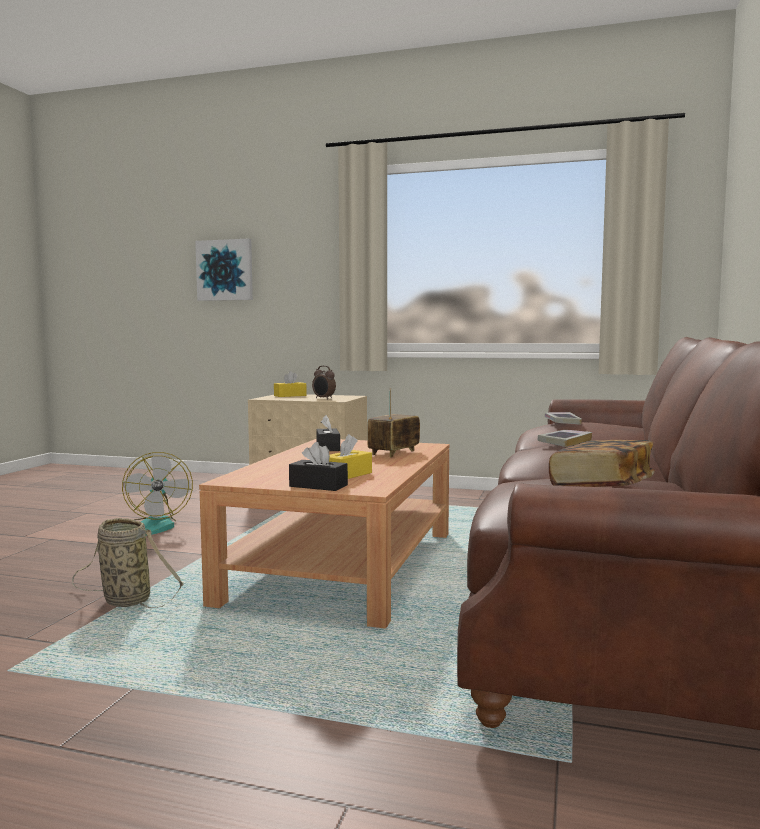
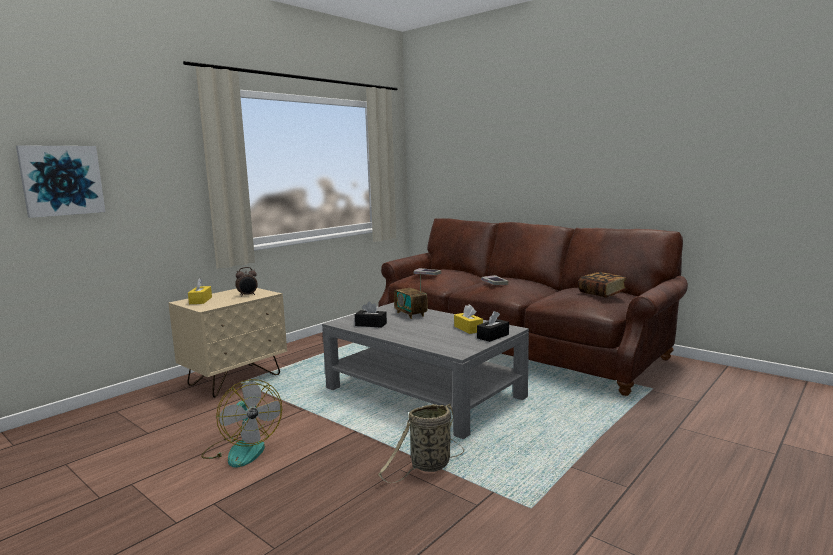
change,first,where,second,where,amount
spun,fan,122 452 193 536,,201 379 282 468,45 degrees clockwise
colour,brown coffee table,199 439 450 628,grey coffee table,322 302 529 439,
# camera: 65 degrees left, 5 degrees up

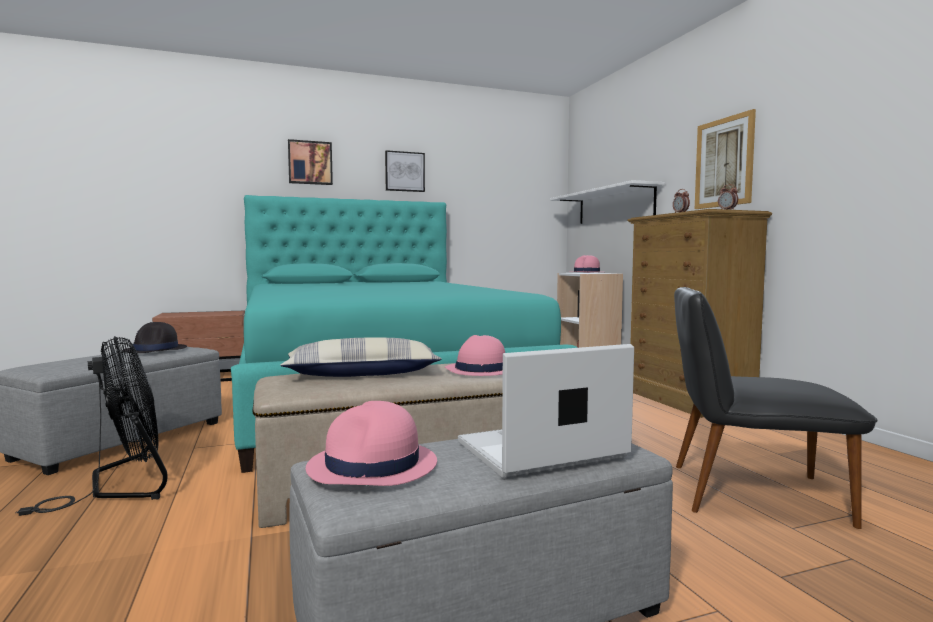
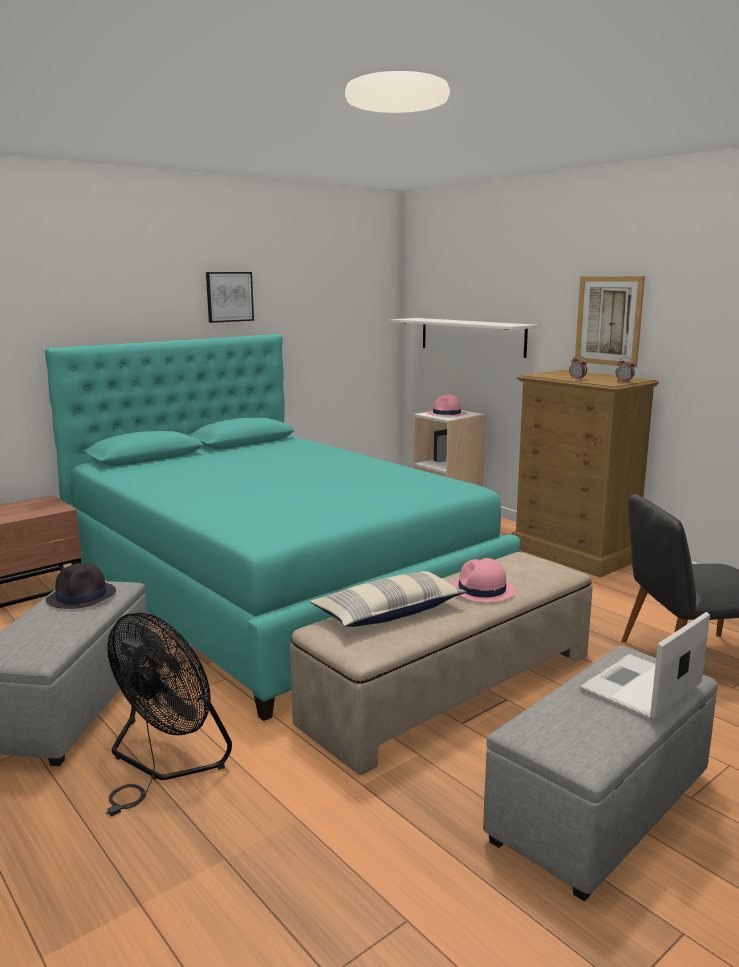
change,first,where,second,where,amount
missing,picture,288 139 333 185,,,
missing,pink hat,306 401 437 486,,,
# camera: 20 degrees left, 10 degrees up

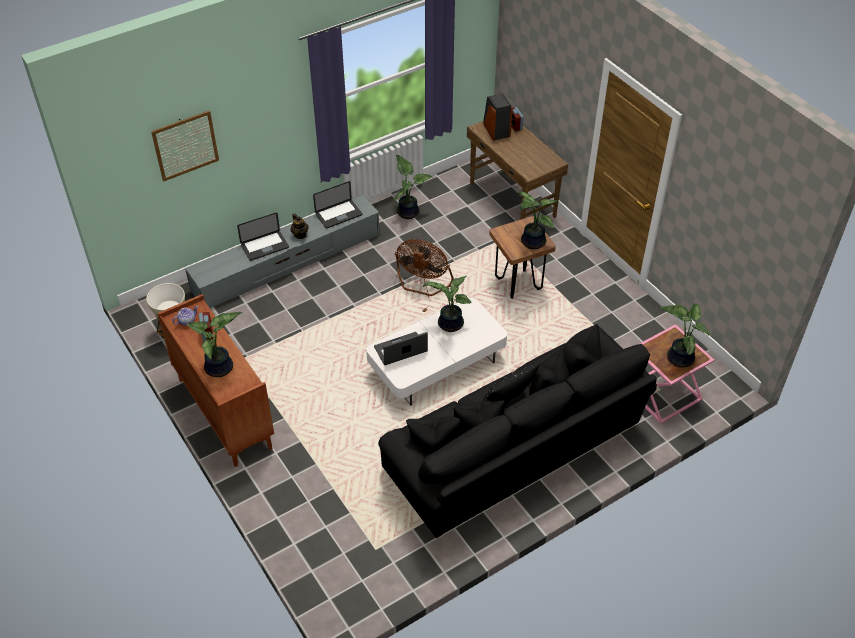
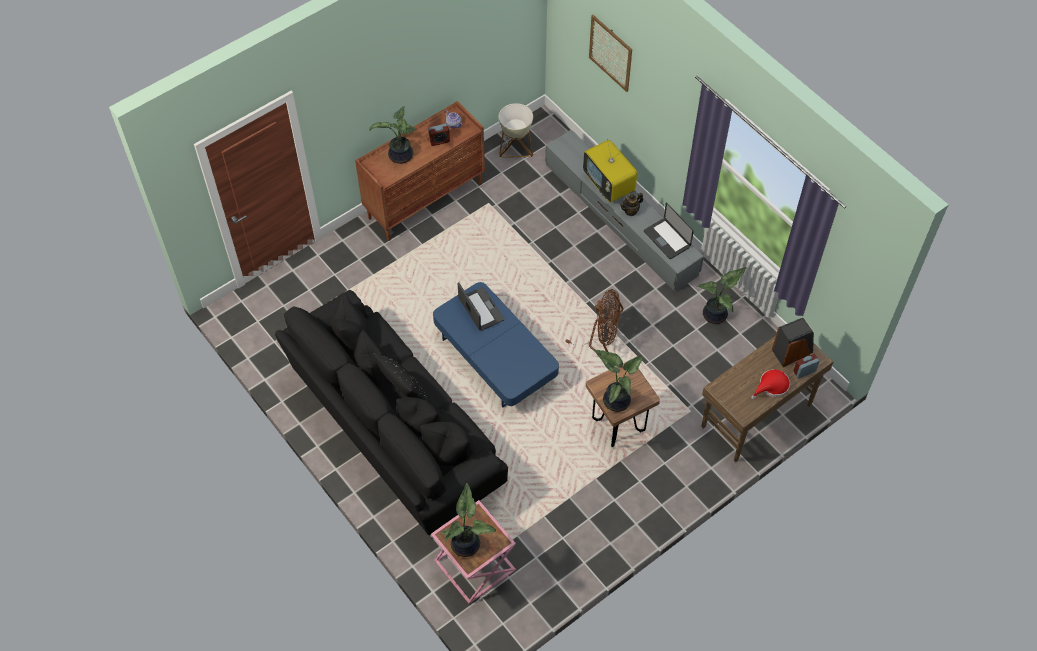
change,first,where,second,where,amount
colour,white coffee table,366 297 507 406,blue coffee table,433 282 559 408,
exchanged,laptop,237 212 289 261,television,583 139 637 202,
appeared,,,red hat,751 369 790 400,
missing,potted plant,423 276 472 332,,,
# camera: 85 degrees right, 10 degrees up

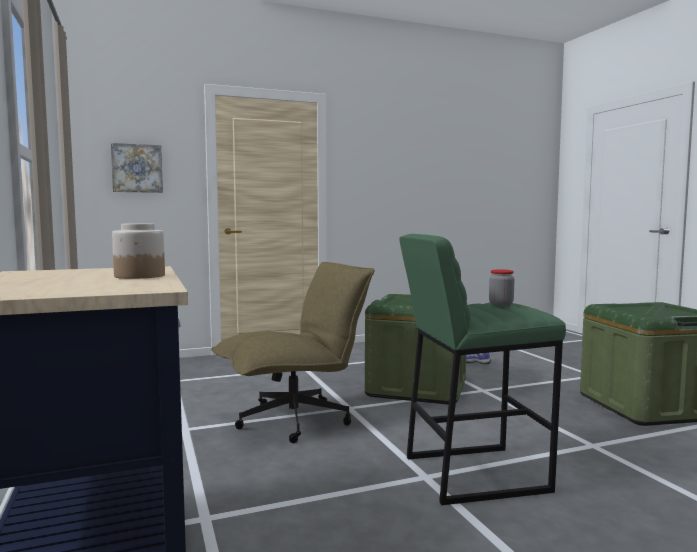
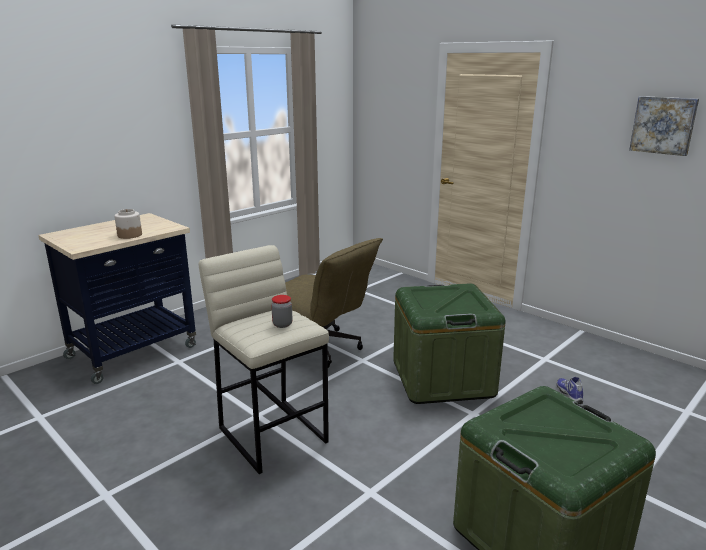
change,first,where,second,where,amount
colour,green stool,399 234 566 505,beige stool,199 245 329 474,
relocated,picture,111 143 163 193,,629 96 699 156,
# camera: 65 degrees right, 15 degrees up

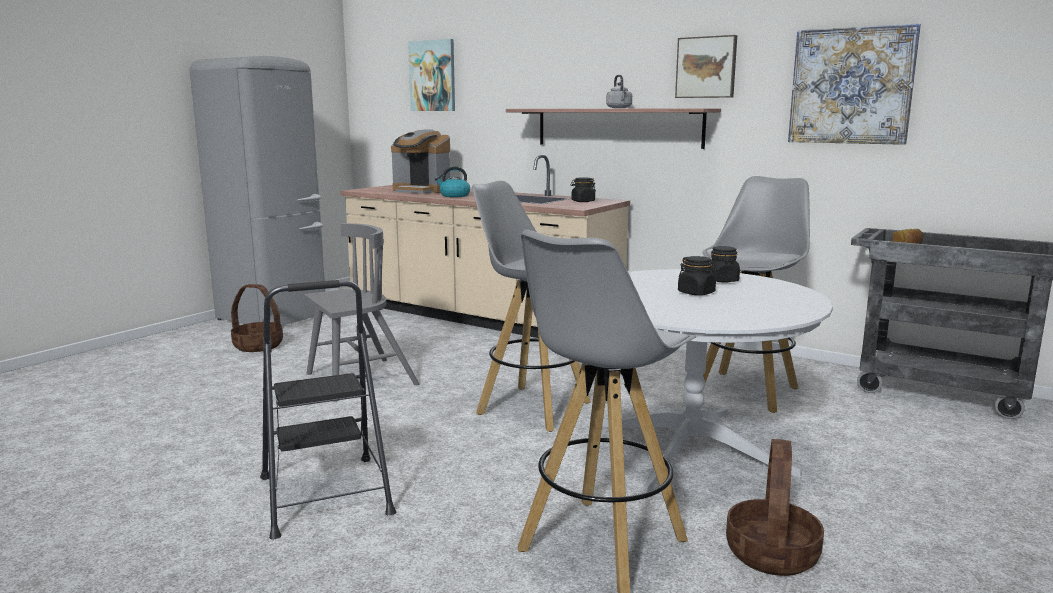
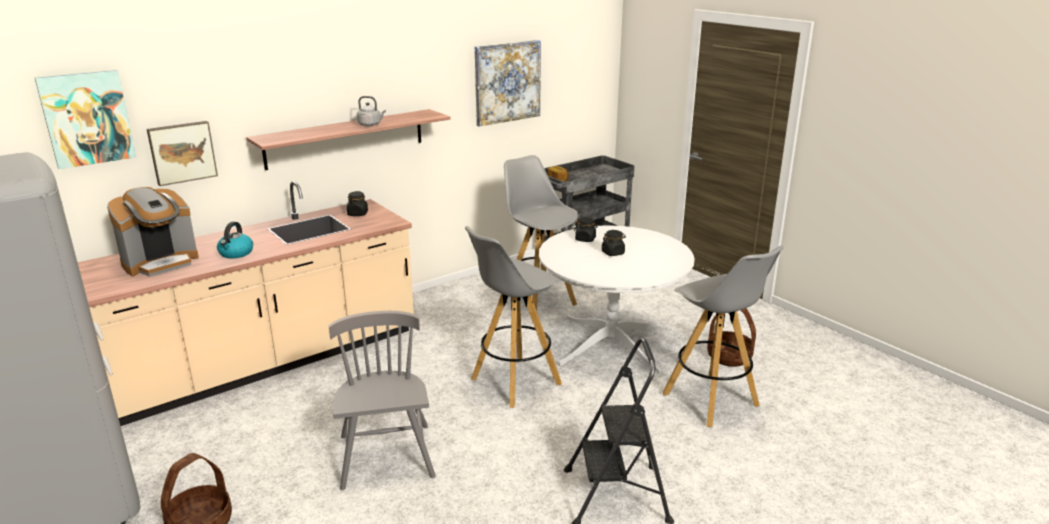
change,first,where,second,where,amount
relocated,picture,675 35 737 98,,147 121 218 186,
# camera: 70 degrees left, 10 degrees up

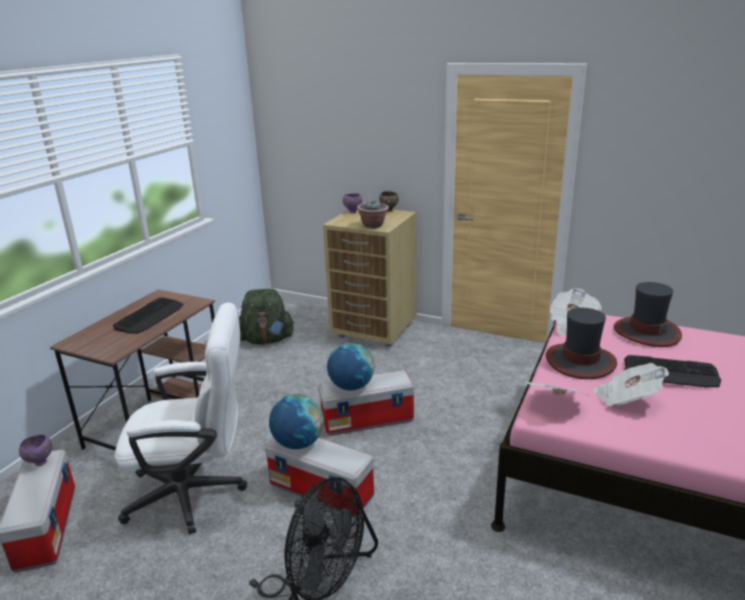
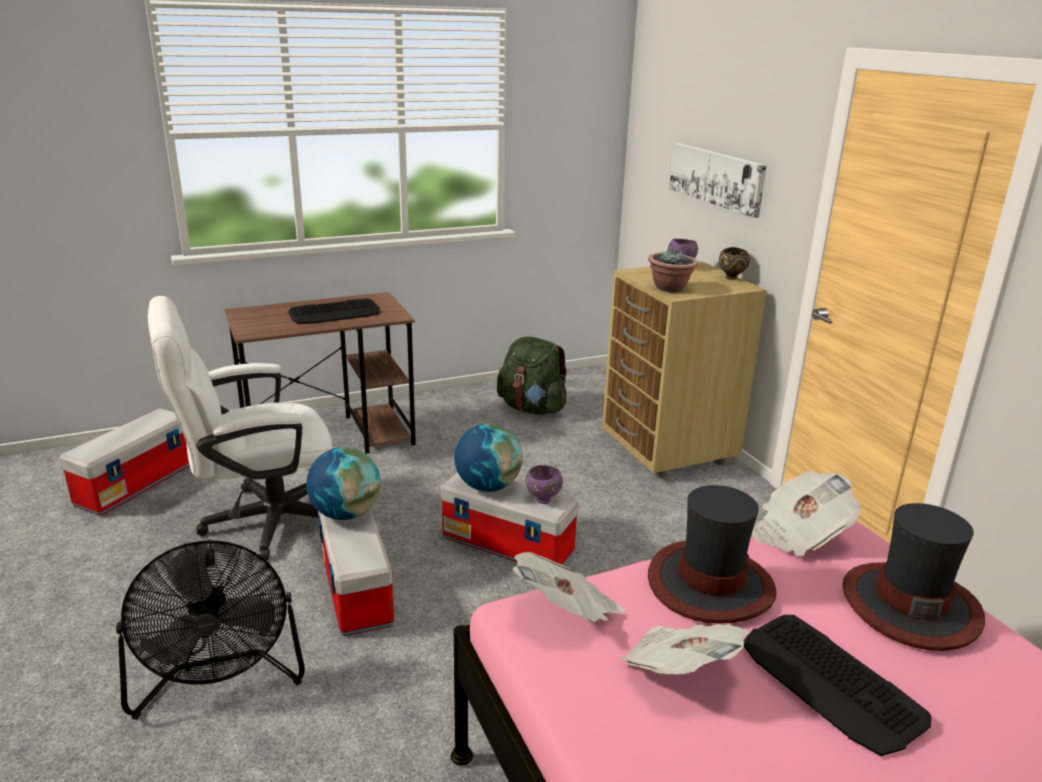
change,first,where,second,where,amount
spun,white office chair,115 302 247 534,,148 296 332 561,120 degrees clockwise
relocated,purple bowl,19 435 53 466,,526 465 563 504,
appeared,,,picture,669 143 767 218,
# camera: 40 degrees right, 0 degrees up

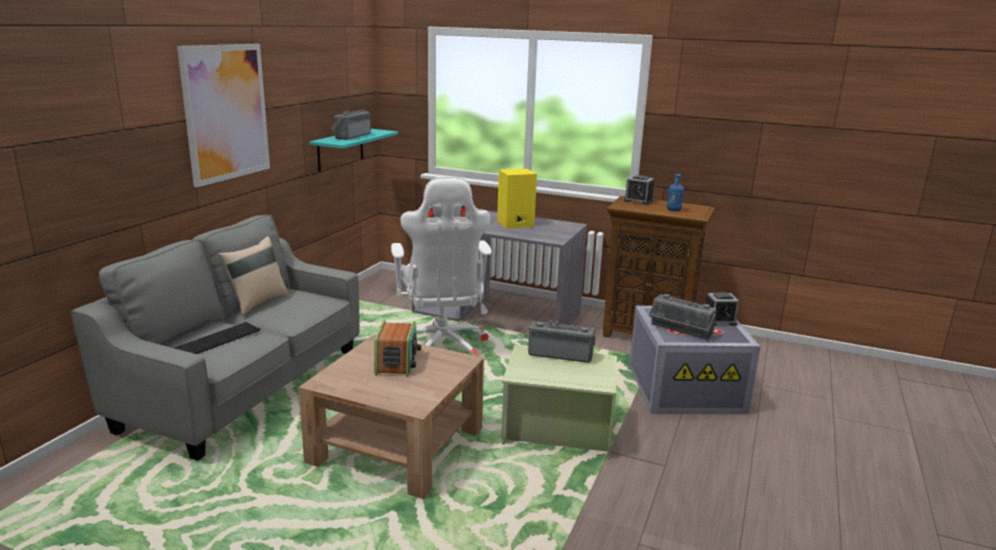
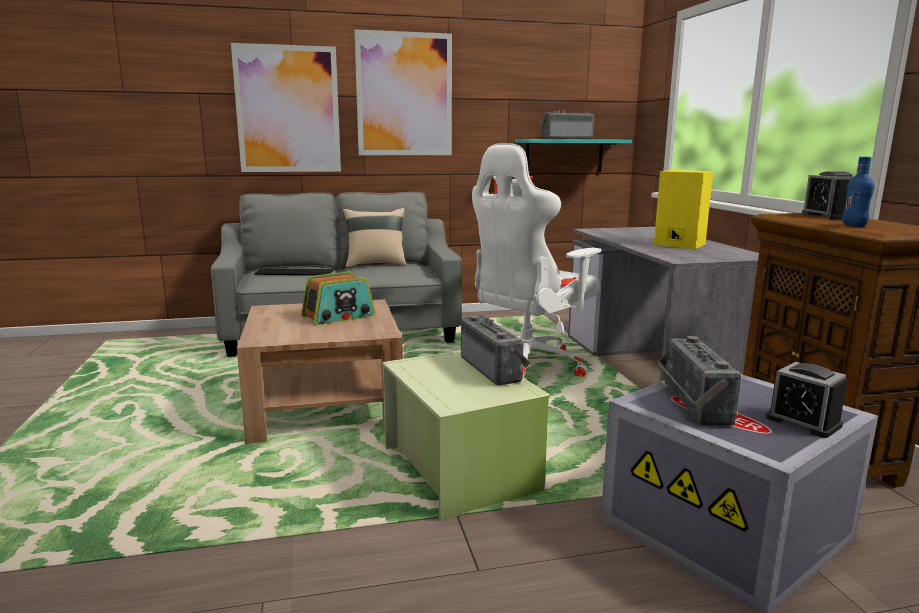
change,first,where,second,where,amount
appeared,,,picture,231 43 341 172,
# camera: 55 degrees right, 5 degrees down

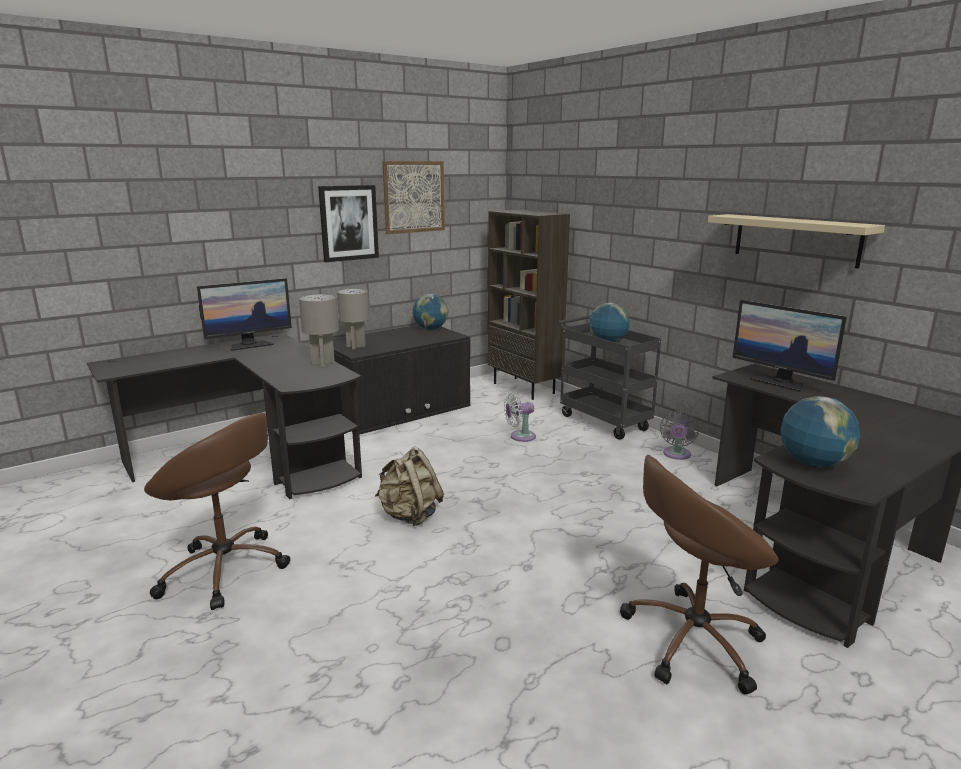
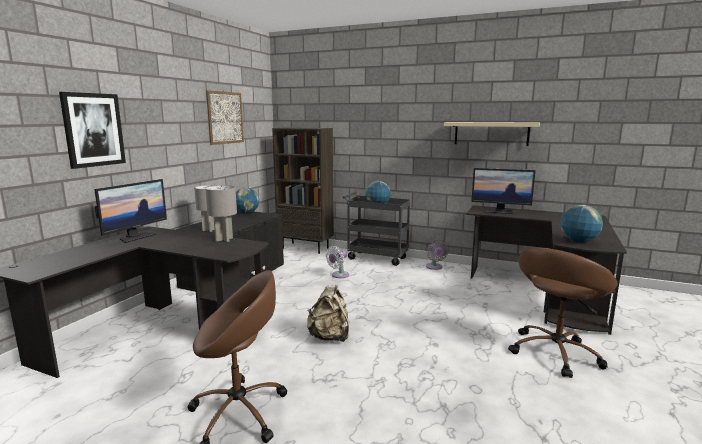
change,first,where,second,where,amount
relocated,picture,318 185 379 262,,59 92 126 169,
# camera: 30 degrees left, 5 degrees down

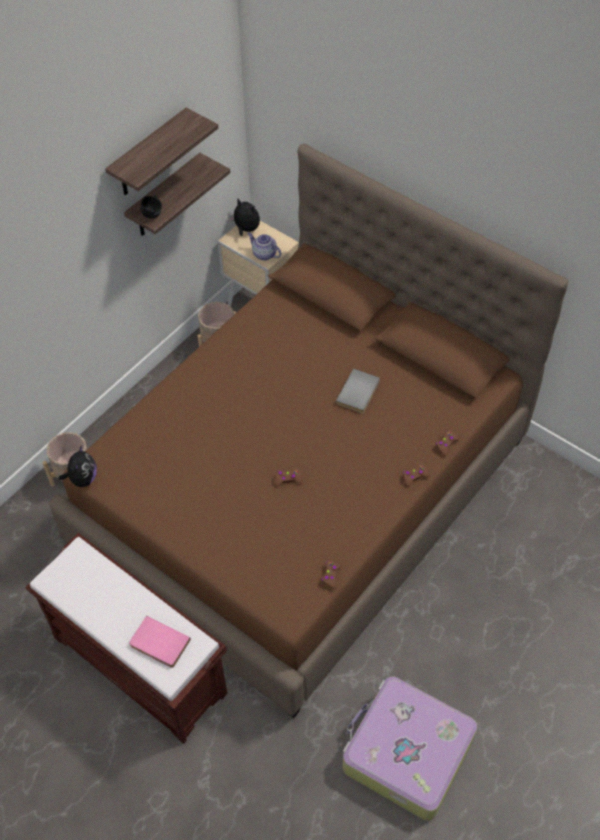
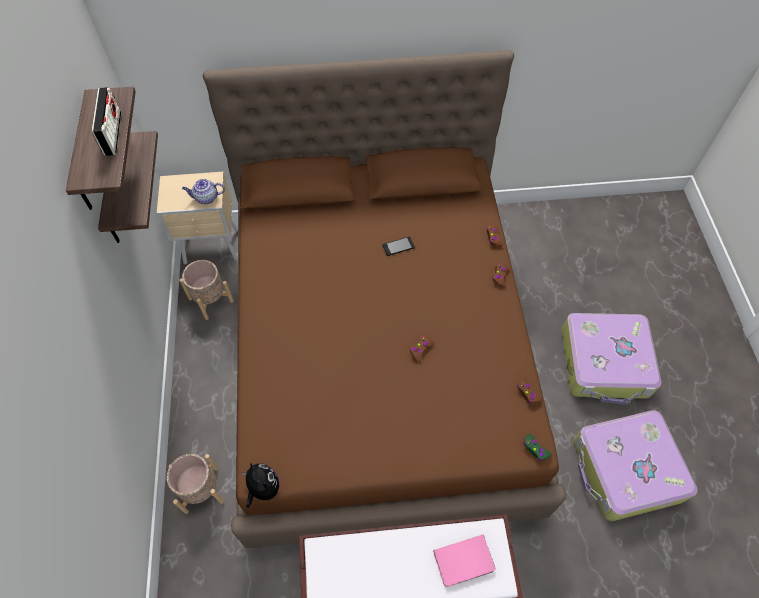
change,first,where,second,where,amount
appeared,,,radio,92 87 121 156,
exchanged,grey book,335 369 380 413,phone,383 237 415 256,
appeared,,,green game controller,524 434 552 460,
appeared,,,suitcase,562 313 661 405,
missing,black mug,140 195 162 219,,,
missing,plush toy,229 198 260 236,,,
# camera: 45 degrees left, 5 degrees up

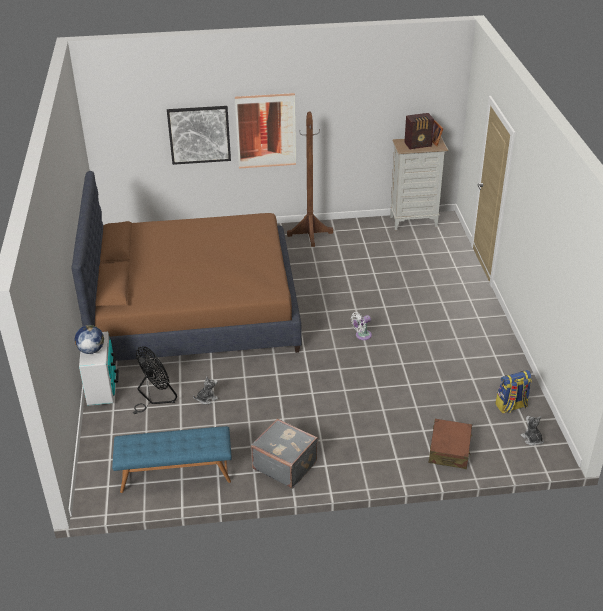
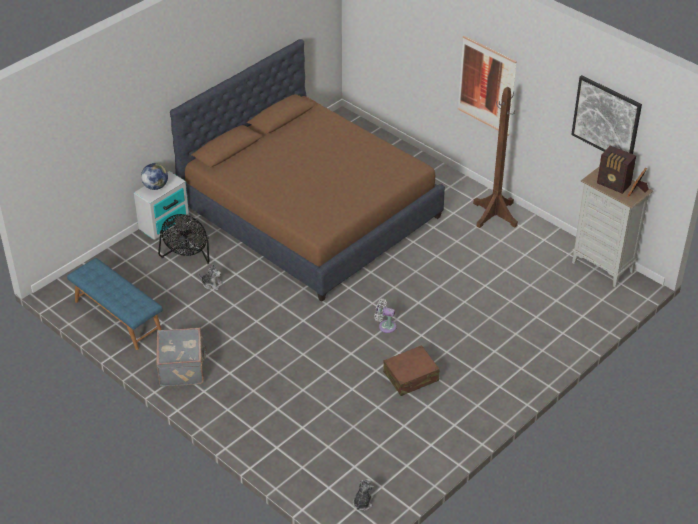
change,first,where,second,where,amount
spun,black fan,133 346 177 414,,158 214 209 264,90 degrees clockwise
relocated,brown suitcase,429 419 472 469,,383 345 440 396,
relocated,picture,167 106 231 165,,571 75 642 154,
missing,backpack,496 370 532 414,,,
# camera: 50 degrees right, 5 degrees up

